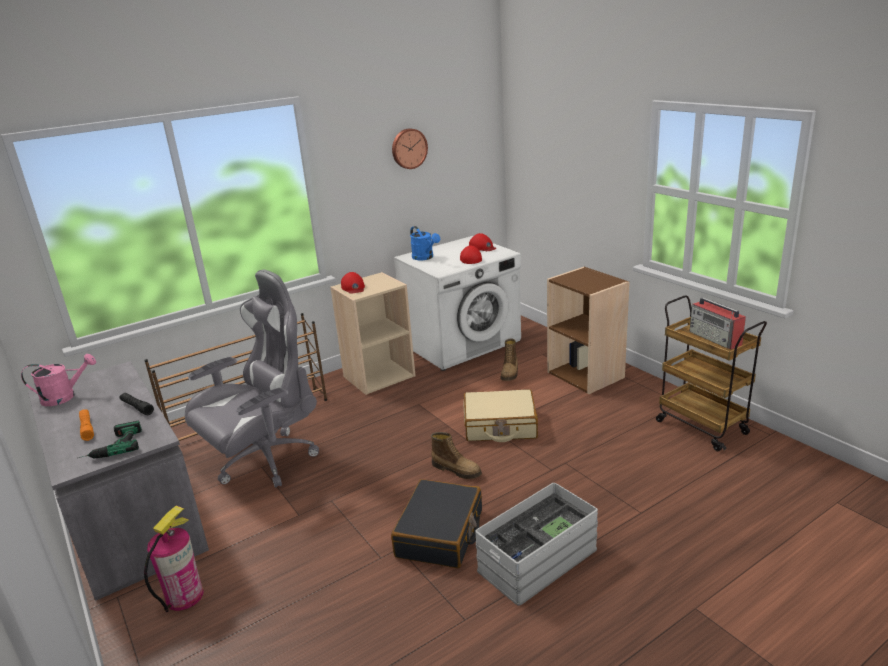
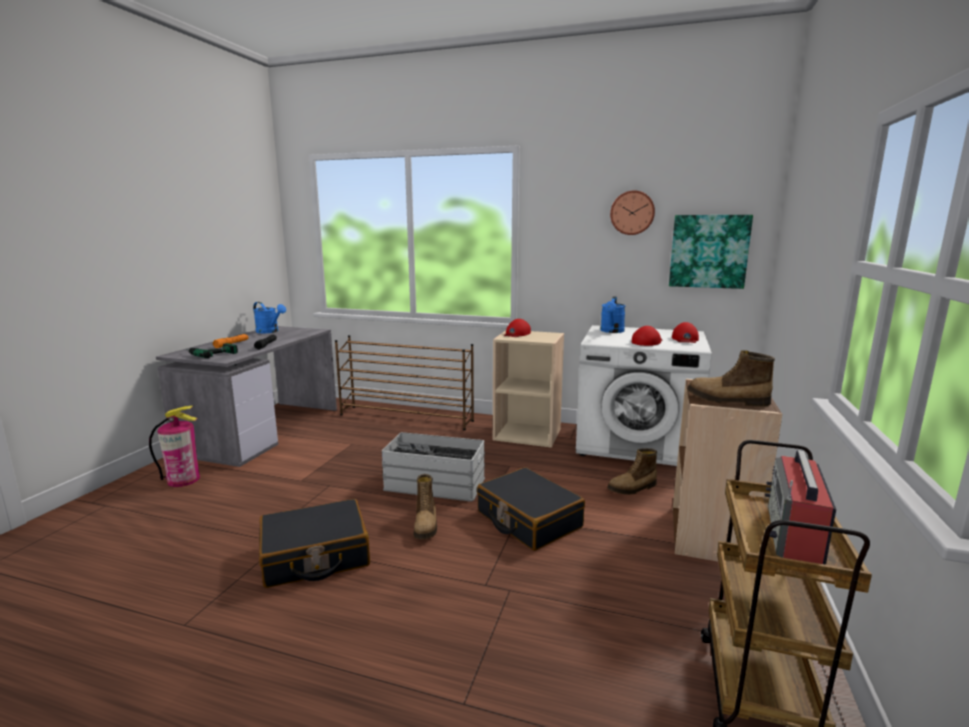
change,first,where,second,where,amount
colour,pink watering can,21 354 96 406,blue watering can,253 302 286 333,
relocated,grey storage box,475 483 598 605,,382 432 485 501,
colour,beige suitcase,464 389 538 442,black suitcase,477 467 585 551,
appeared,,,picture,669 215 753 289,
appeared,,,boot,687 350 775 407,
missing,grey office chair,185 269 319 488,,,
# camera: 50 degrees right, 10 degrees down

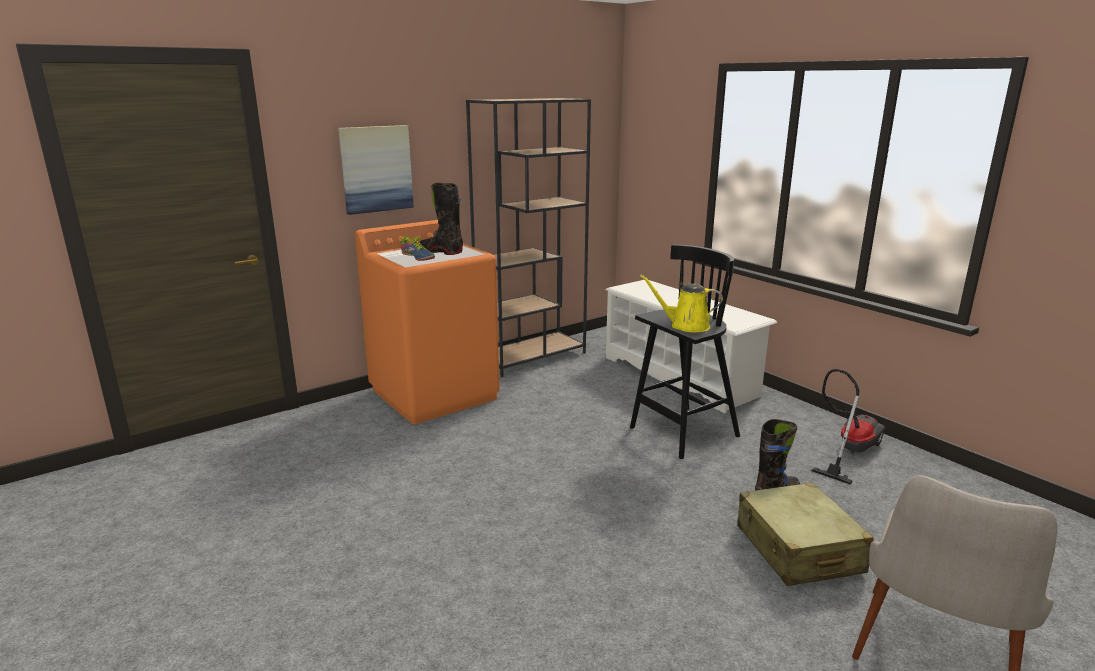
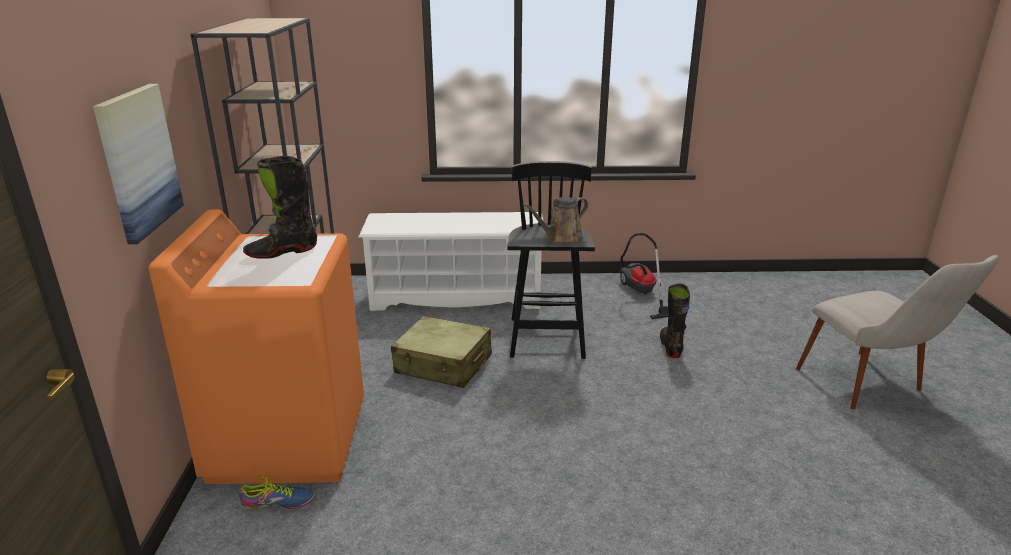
change,first,where,second,where,amount
relocated,shoe,400 236 435 261,,239 475 315 510,
relocated,beige suitcase,737 482 874 586,,391 316 492 388,
colour,yellow watering can,640 275 723 332,brown watering can,523 197 588 244,
# camera: 55 degrees left, 5 degrees up

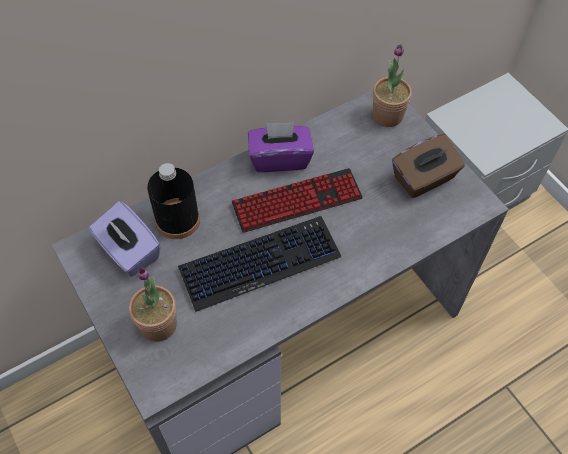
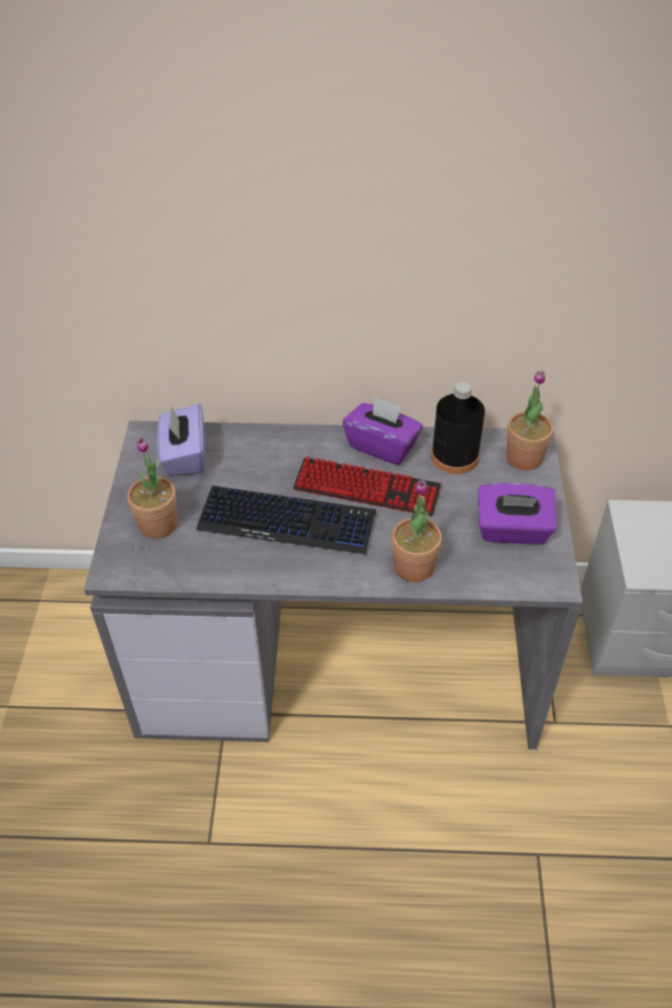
change,first,where,second,where,amount
appeared,,,potted plant,392 480 442 582,
relocated,black bottle,147 163 200 239,,431 382 485 474,
colour,brown tissue box,392 134 465 198,purple tissue box,478 483 557 544,
# camera: 35 degrees right, 10 degrees down

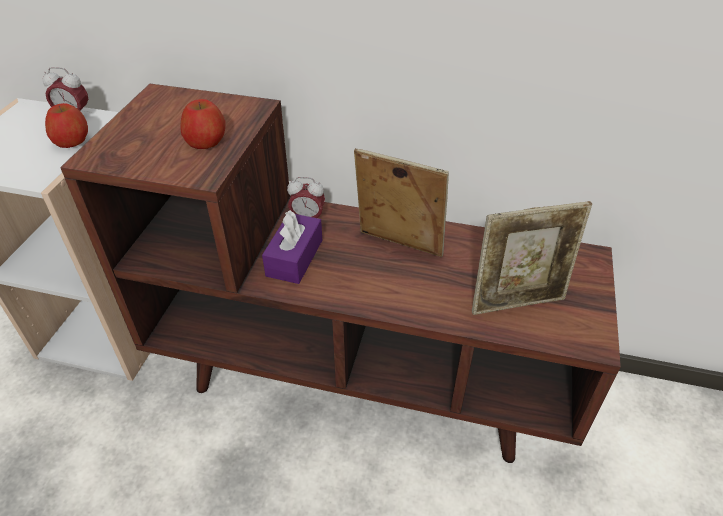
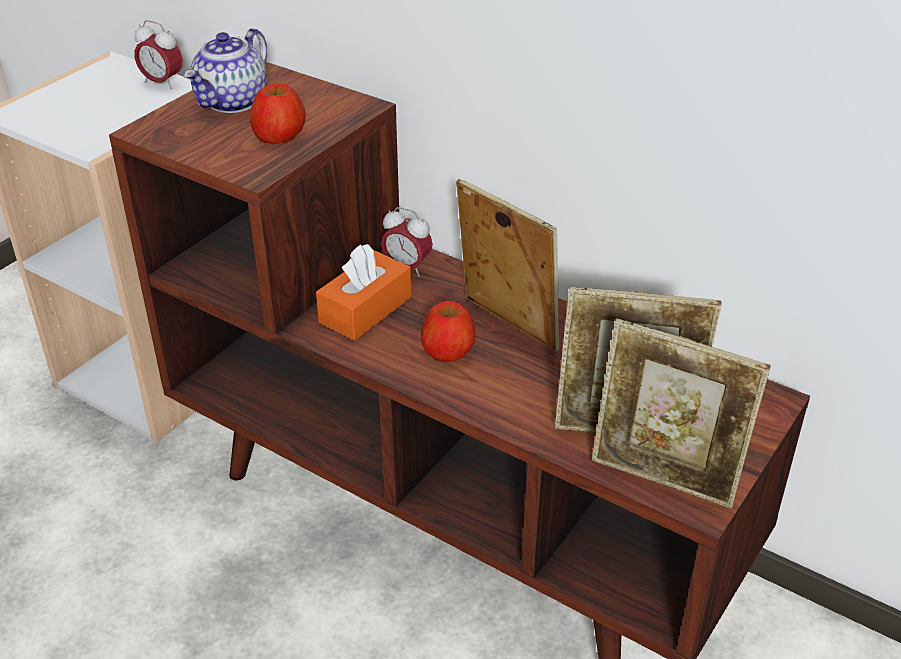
change,first,where,second,where,amount
appeared,,,teapot,183 28 267 113,
colour,purple tissue box,262 210 322 284,orange tissue box,316 244 411 341,
relocated,apple,45 103 88 148,,421 301 475 362,
appeared,,,picture frame,592 318 771 508,
# camera: 20 degrees right, 5 degrees down

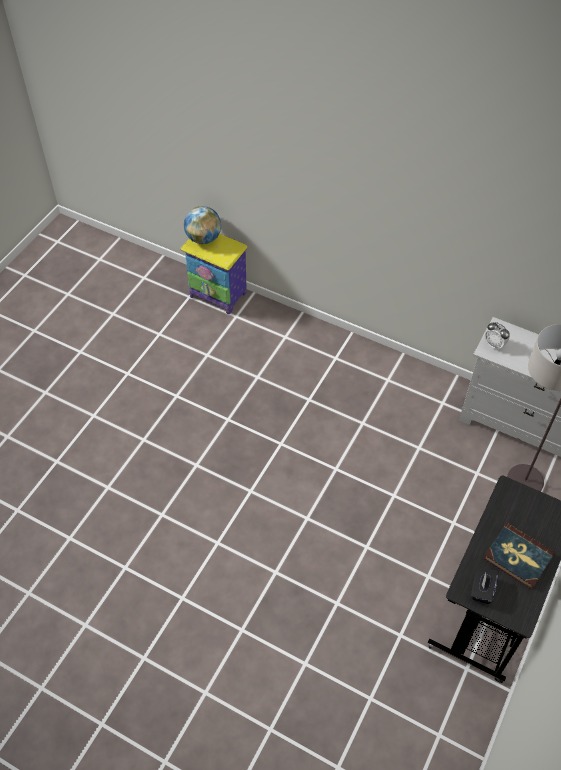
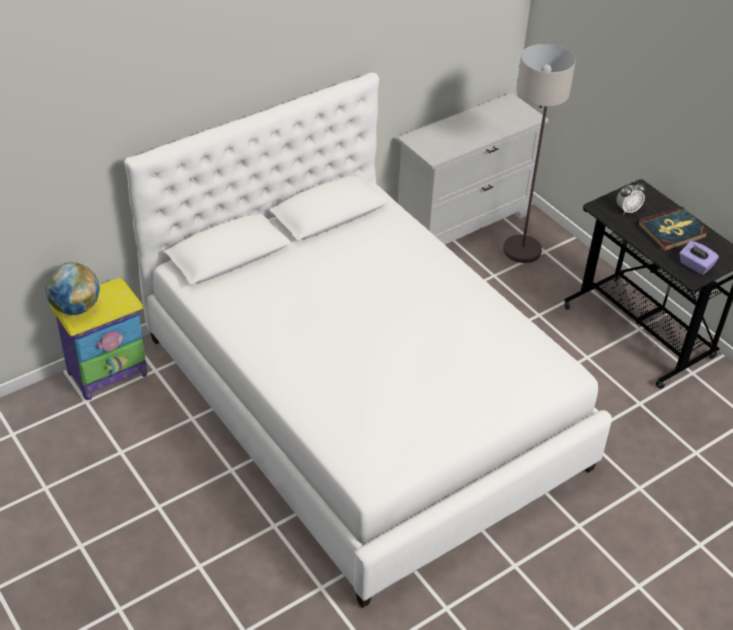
change,first,where,second,where,amount
appeared,,,white bed,124 72 612 608,
relocated,alarm clock,484 322 510 350,,616 181 646 214,
colour,black tissue box,471 567 498 604,purple tissue box,679 241 719 275,
# camera: 65 degrees left, 10 degrees down

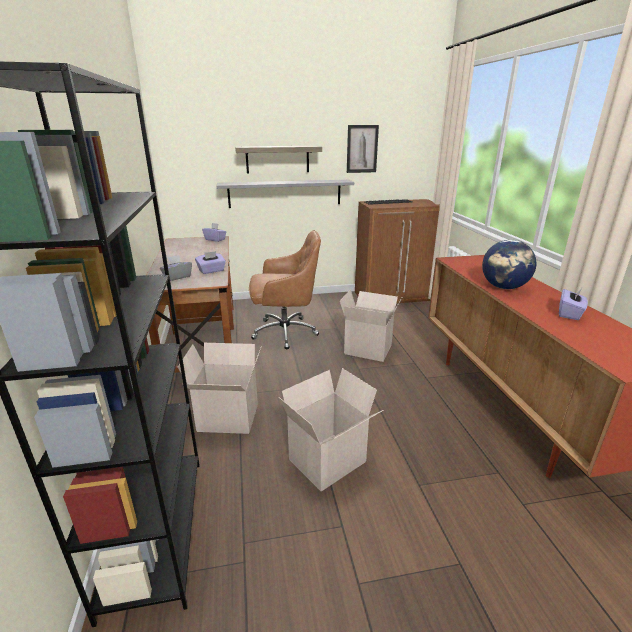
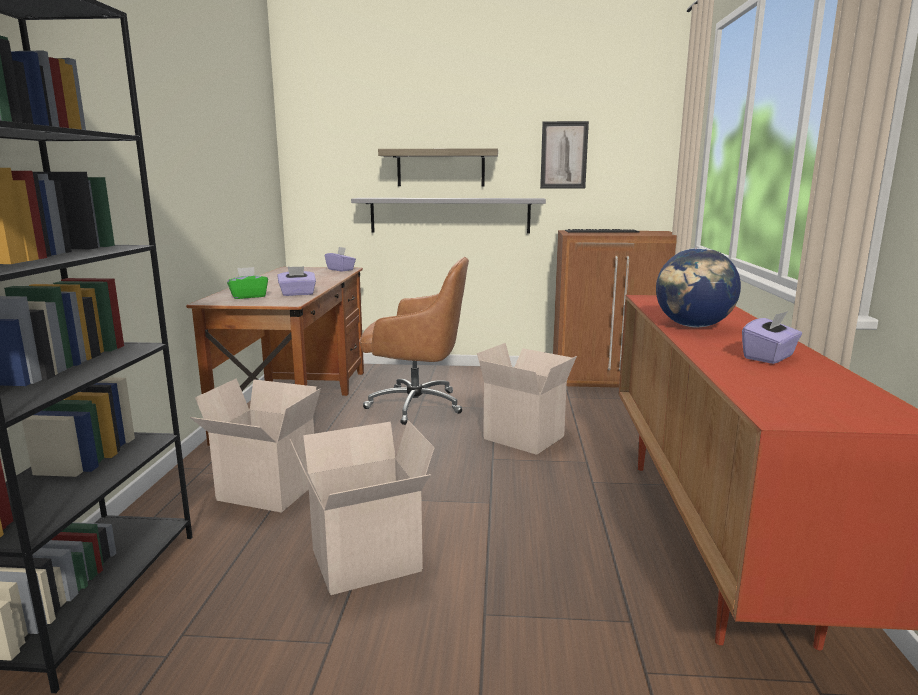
change,first,where,second,where,amount
colour,grey tissue box,160 255 192 281,green tissue box,227 267 268 299,
# camera: 15 degrees right, 10 degrees down

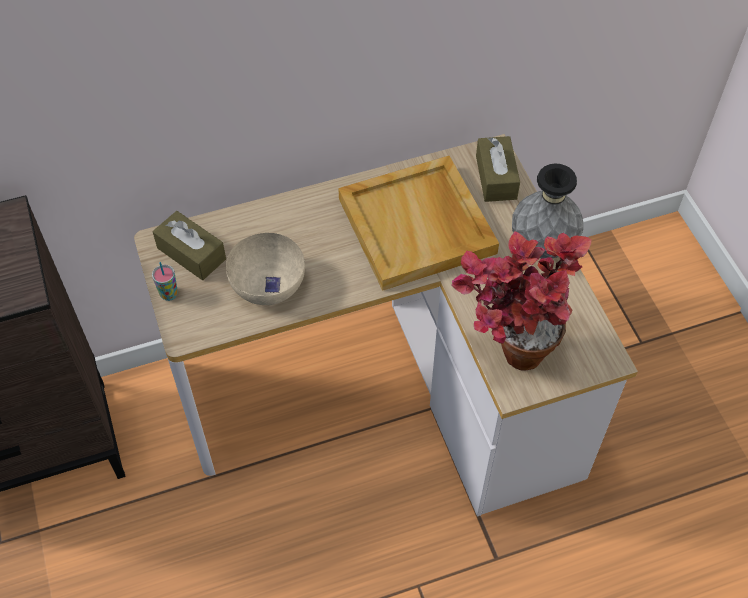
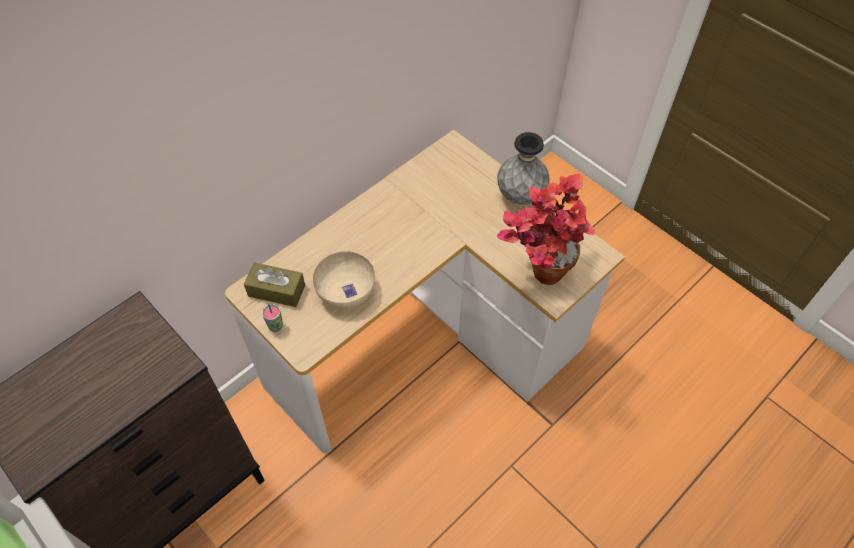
change,first,where,second,where,amount
missing,beige tray,338 156 499 291,,,
missing,brown tissue box,476 136 520 202,,,
# camera: 25 degrees left, 0 degrees up

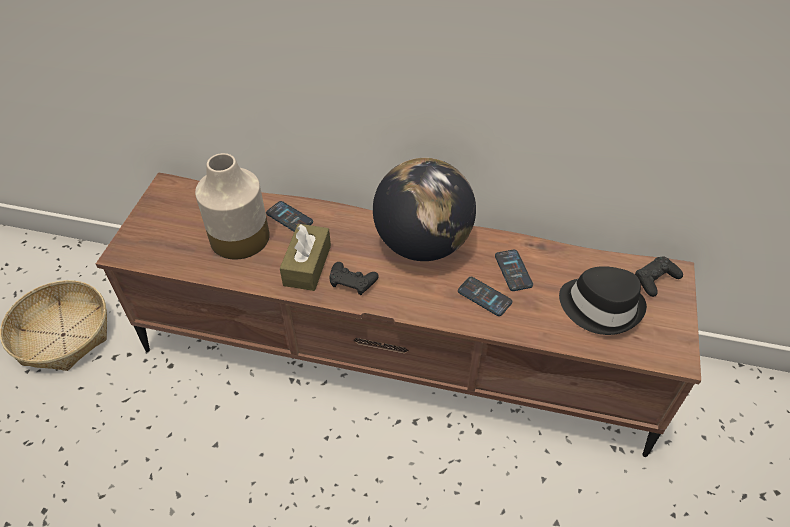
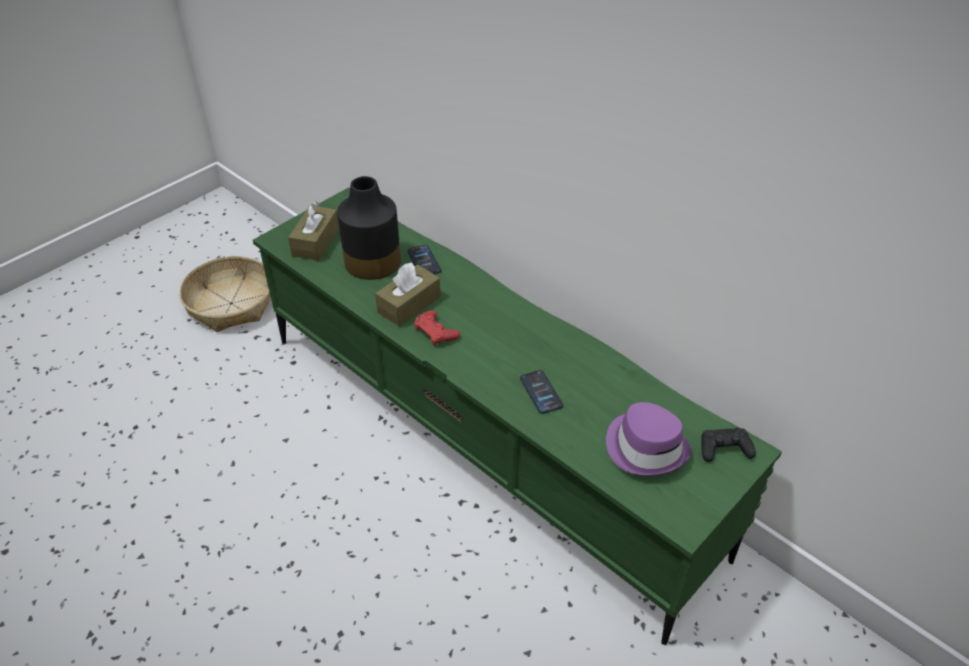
change,first,where,second,where,amount
colour,brown tv stand,96 172 701 457,green tv stand,253 187 782 645,
appeared,,,brown tissue box,288 201 339 261,
colour,beige vase,195 153 270 260,black vase,337 176 401 280,
colour,black game controller,330 262 379 295,red game controller,414 310 460 346,
colour,black hat,559 266 647 335,purple hat,606 402 691 476,
missing,globe,373 158 476 261,,,
missing,phone,495 250 533 291,,,
# camera: 30 degrees right, 5 degrees down

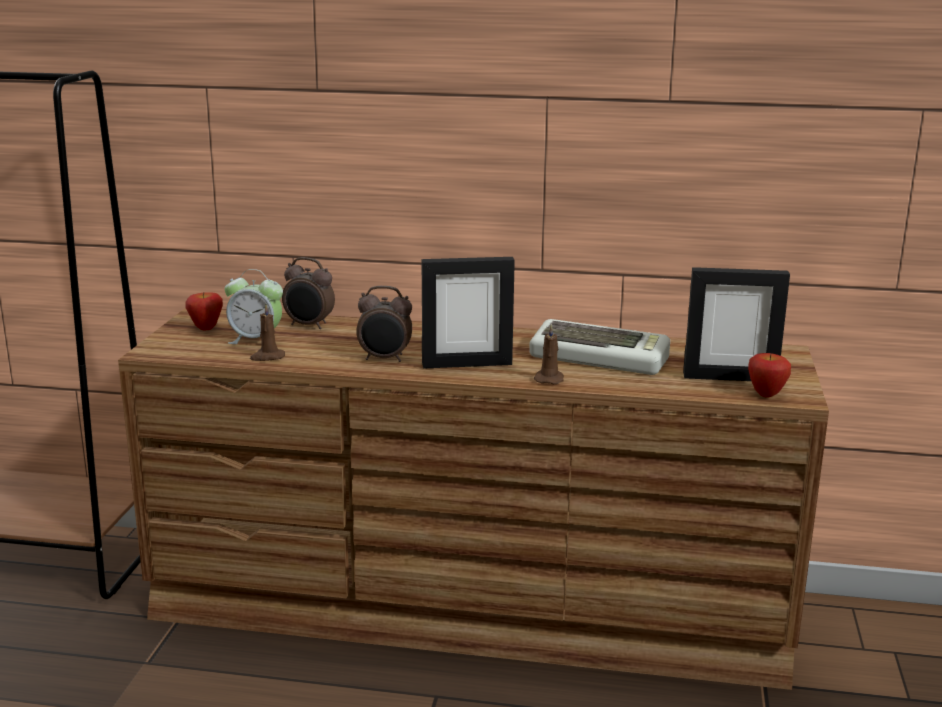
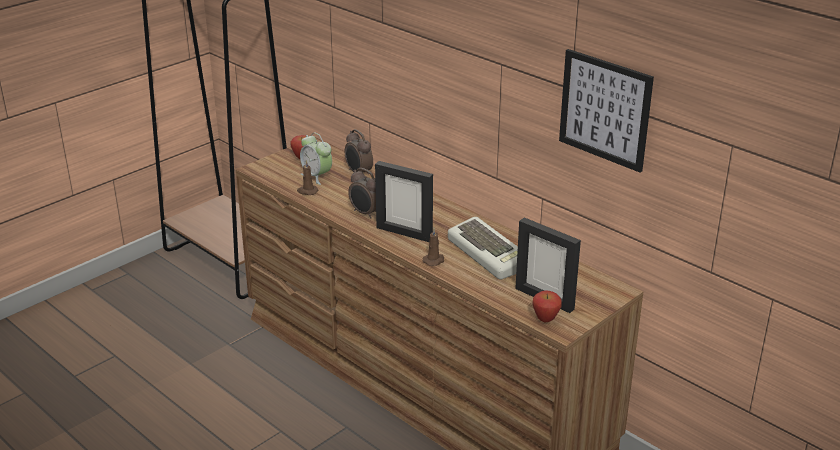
change,first,where,second,where,amount
appeared,,,picture,559 49 654 172,
# camera: 35 degrees right, 10 degrees up

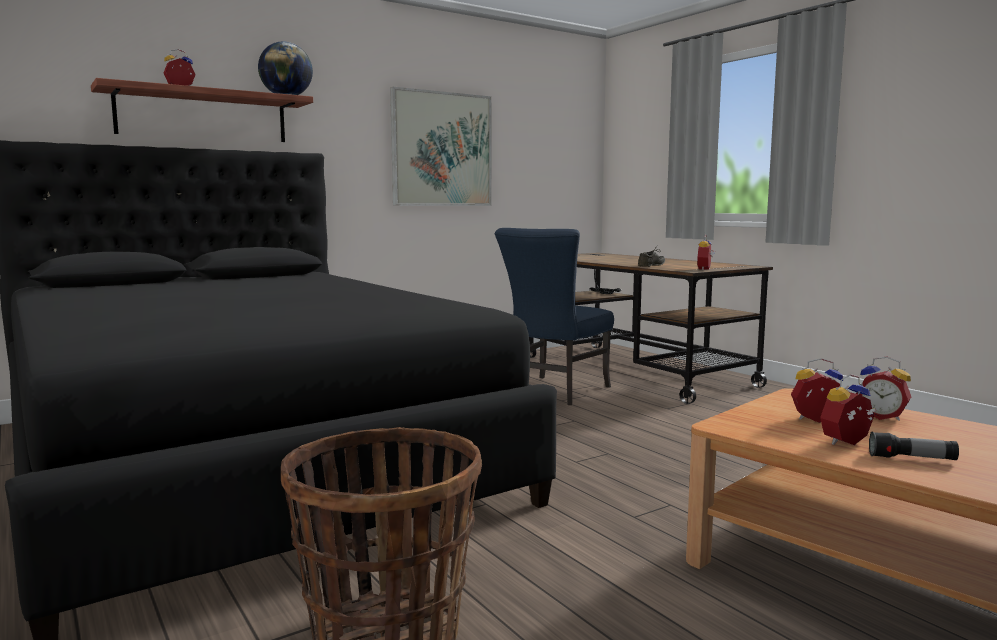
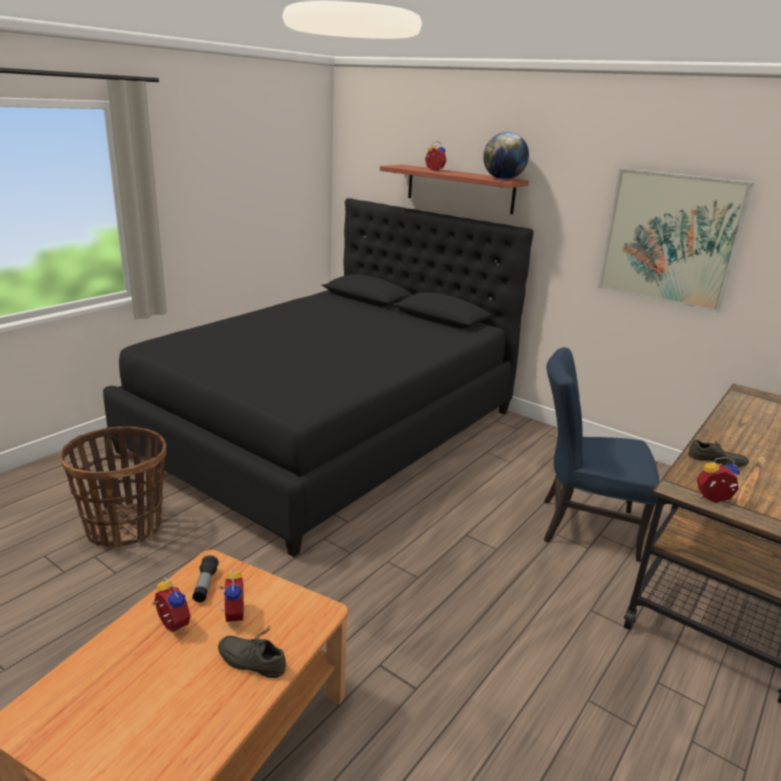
change,first,where,second,where,amount
relocated,flashlight,869 432 959 460,,192 555 219 602,
exchanged,alarm clock,856 357 911 421,grey shoe,218 627 286 678,
# camera: 70 degrees right, 15 degrees up

